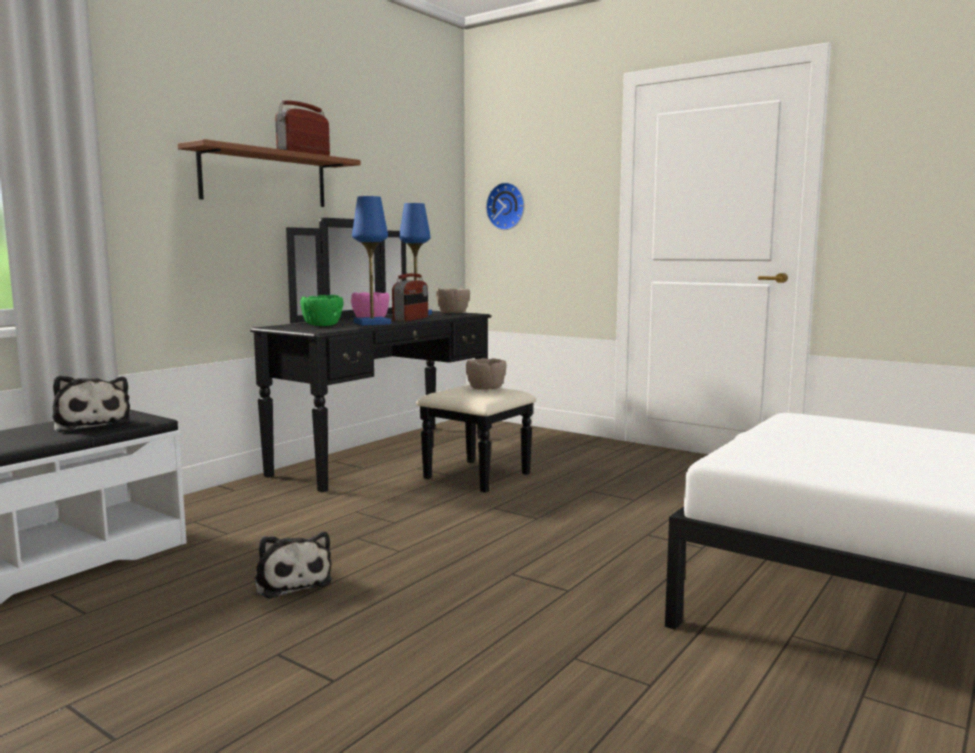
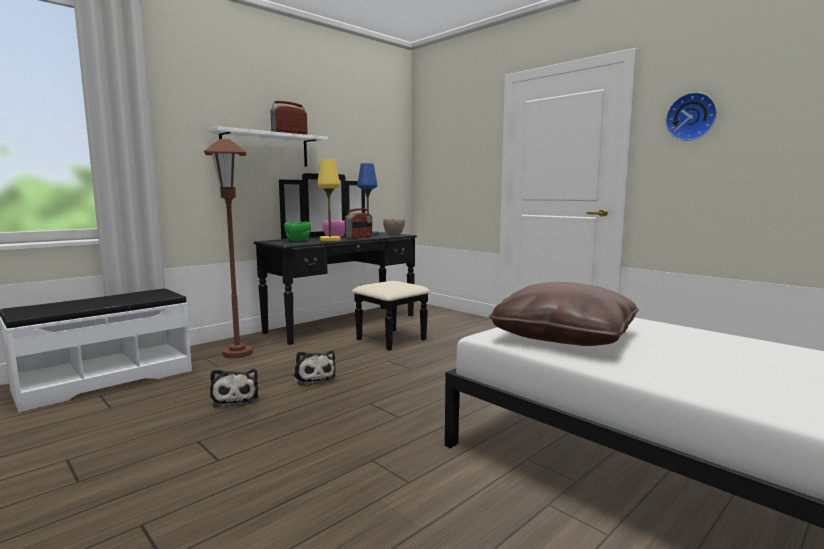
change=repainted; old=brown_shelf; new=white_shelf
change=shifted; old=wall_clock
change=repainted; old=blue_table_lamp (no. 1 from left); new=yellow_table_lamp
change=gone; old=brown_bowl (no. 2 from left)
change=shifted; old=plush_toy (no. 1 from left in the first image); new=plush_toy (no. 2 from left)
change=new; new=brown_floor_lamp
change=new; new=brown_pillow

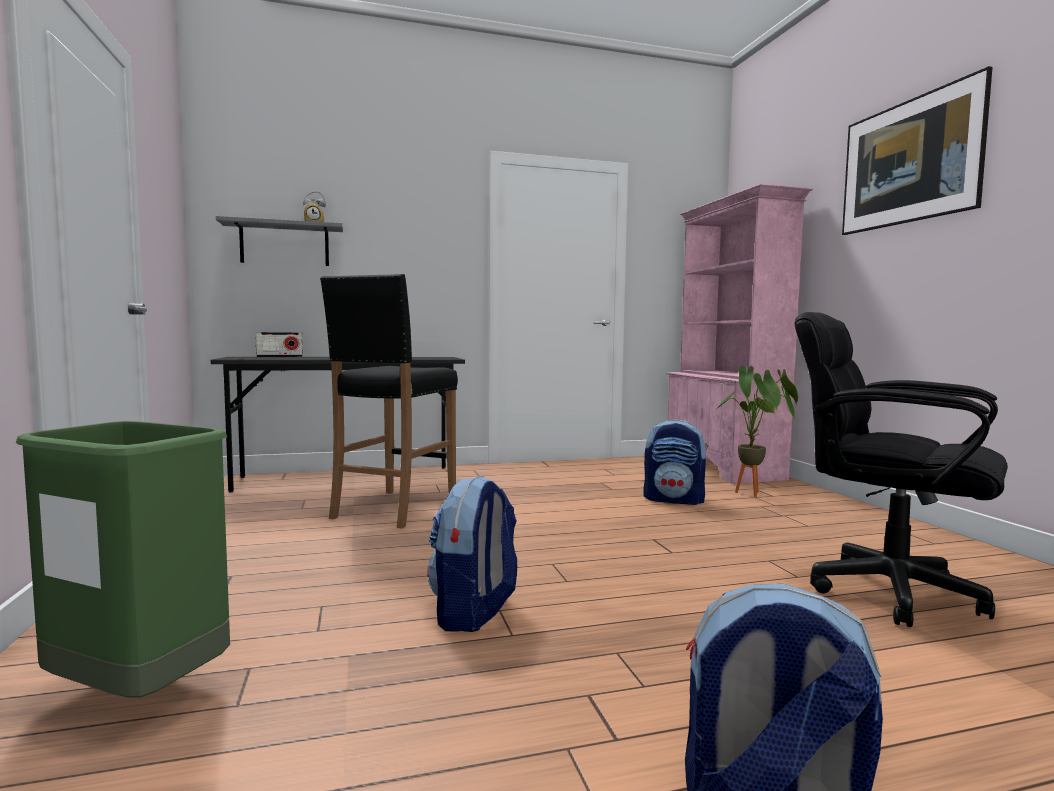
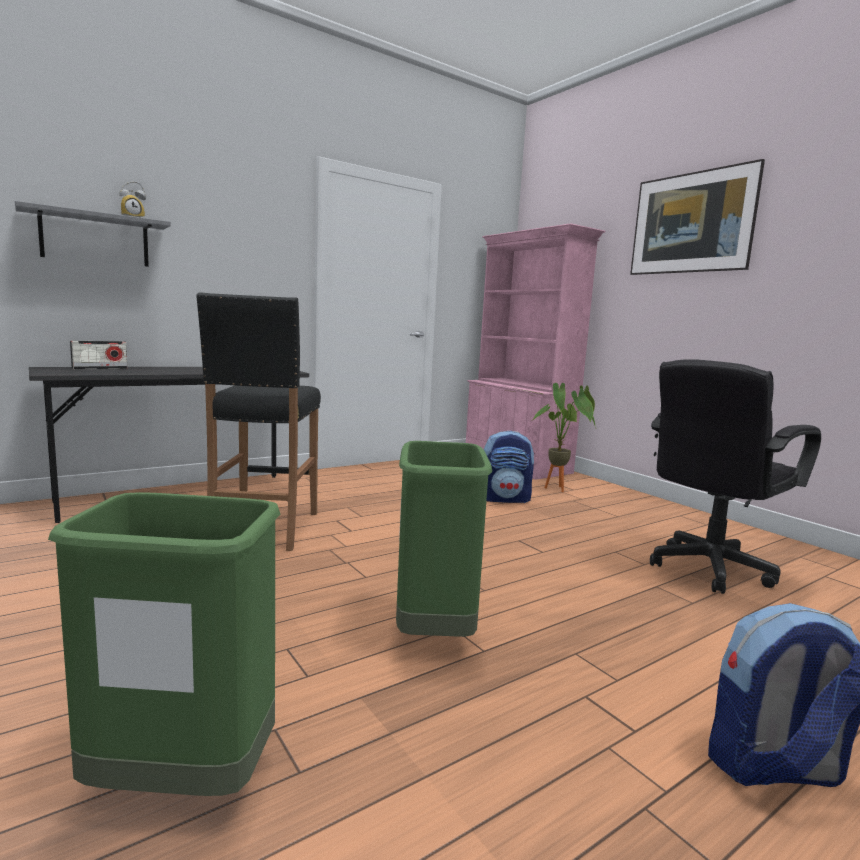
change=rotated; old=black_office_chair; degrees=-60
change=swapped; old=backpack (no. 1 from left); new=green_trash_can (no. 2 from left)

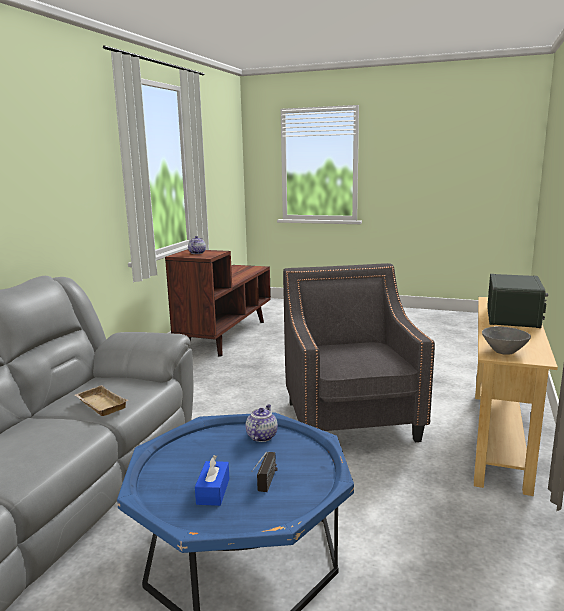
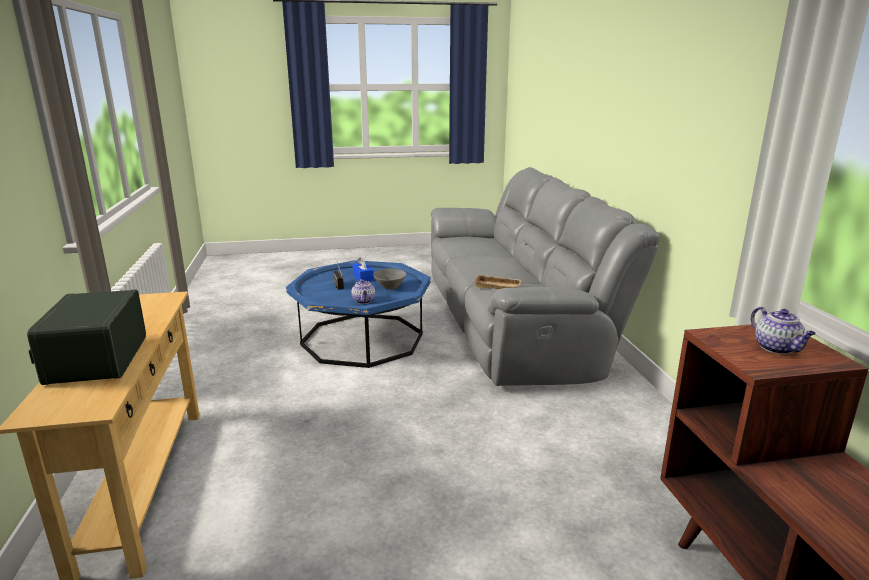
change=gone; old=grey_armchair
change=shifted; old=grey_bowl

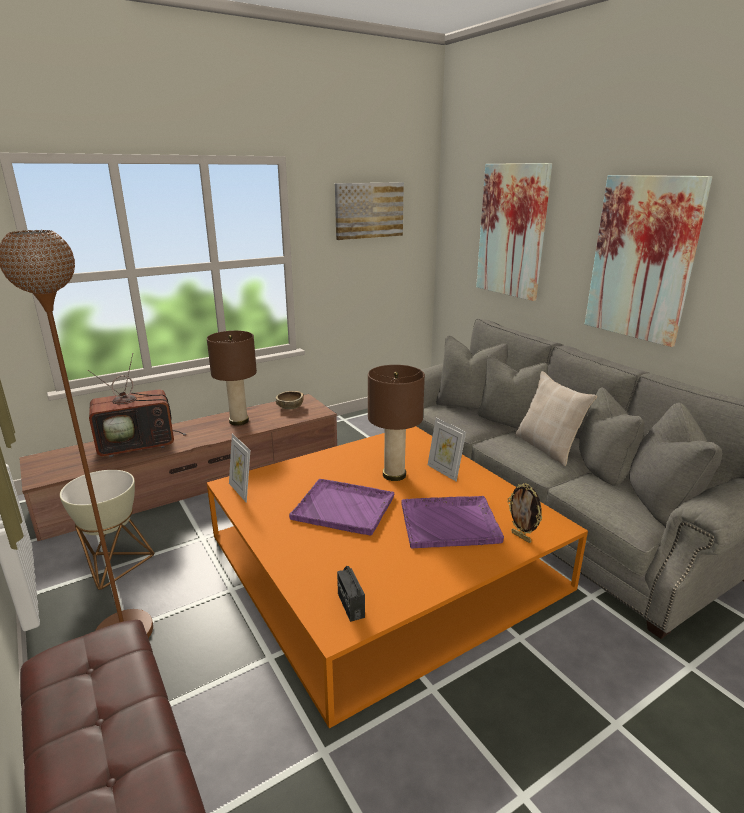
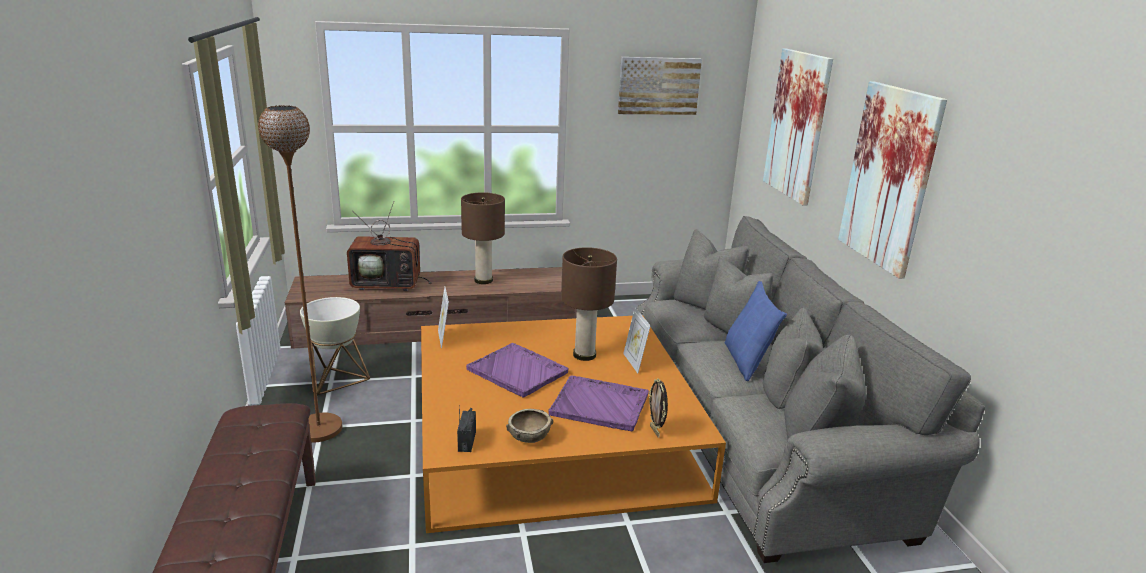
change=repainted; old=beige_pillow; new=blue_pillow
change=shifted; old=brown_bowl

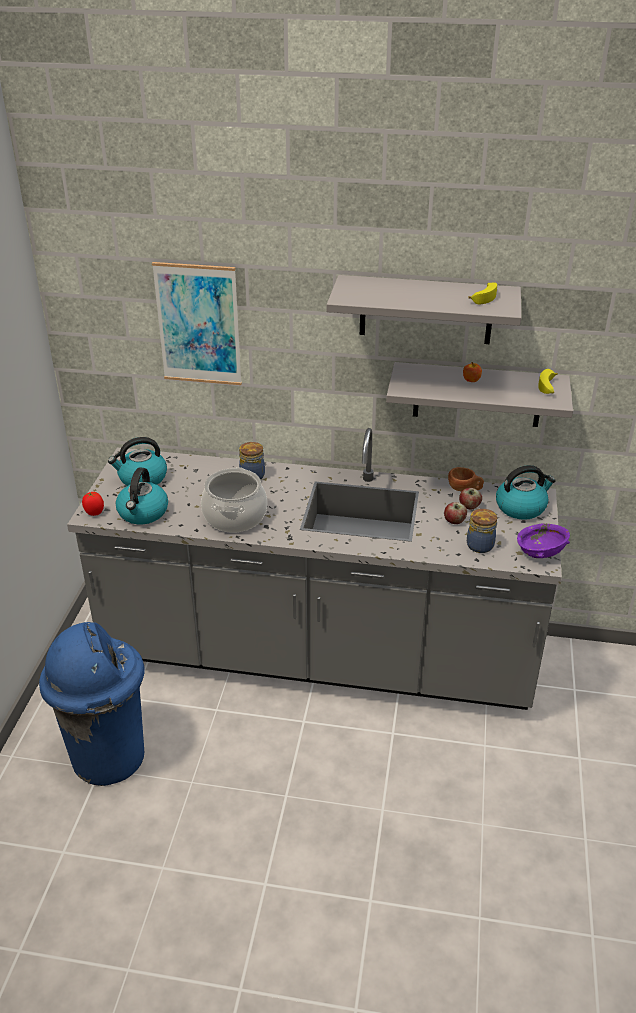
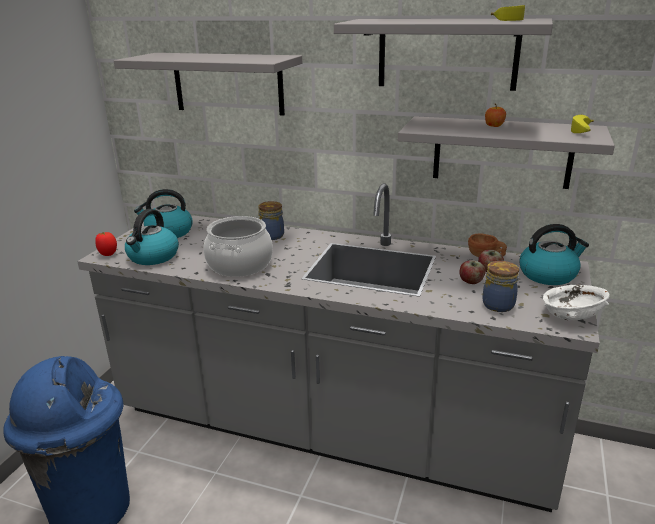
change=swapped; old=picture; new=grey_shelf (no. 1 from left)
change=repainted; old=purple_bowl; new=white_bowl

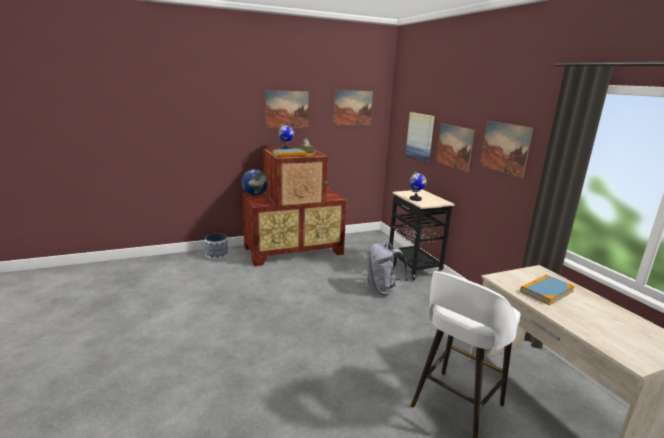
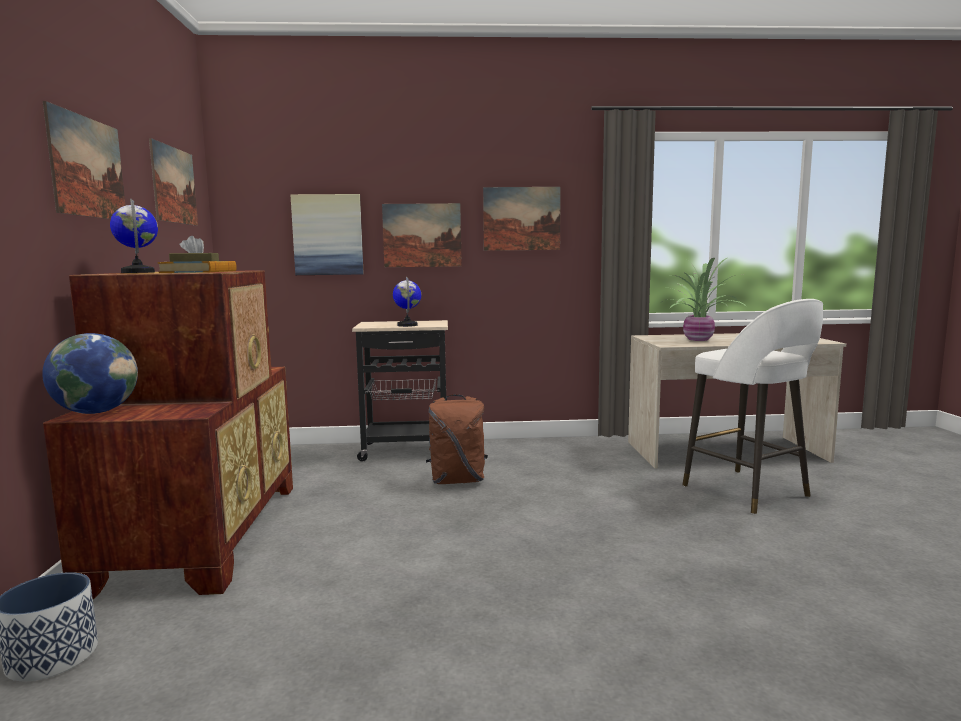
change=repainted; old=grey_backpack; new=brown_backpack
change=swapped; old=book (no. 2 from left); new=potted_plant

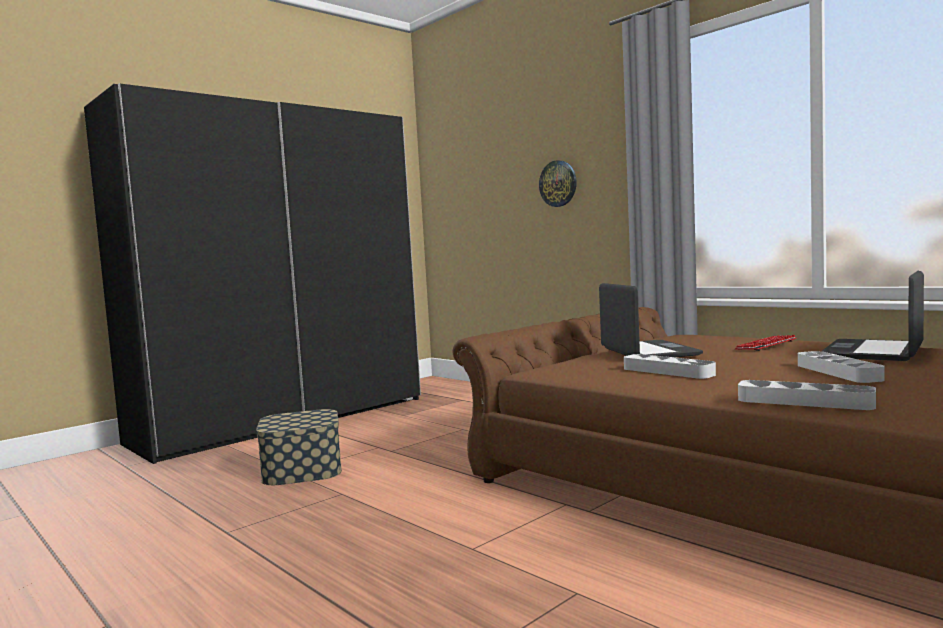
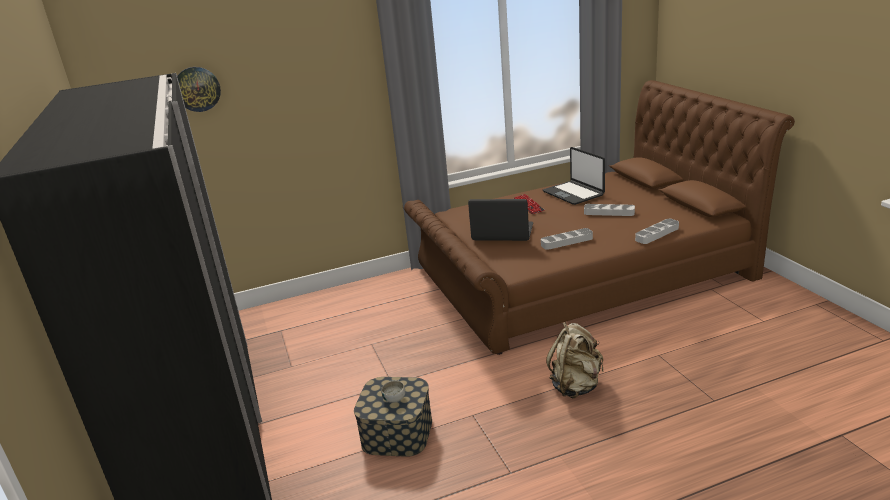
change=shifted; old=wall_clock
change=new; new=beige_backpack
change=new; new=bowl

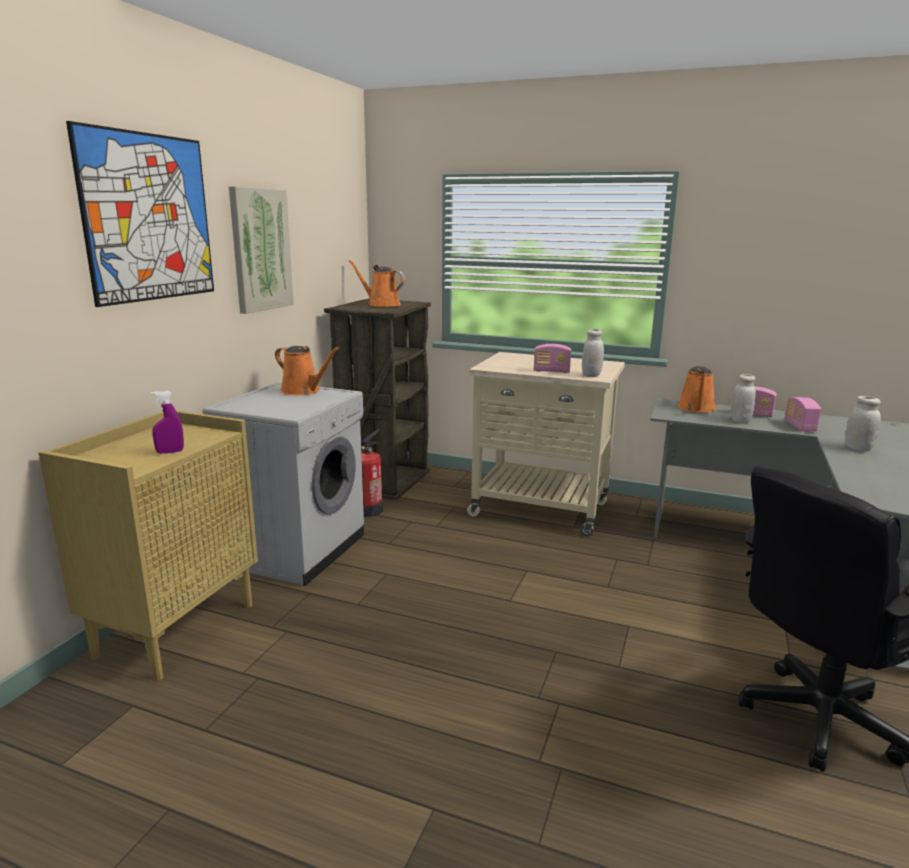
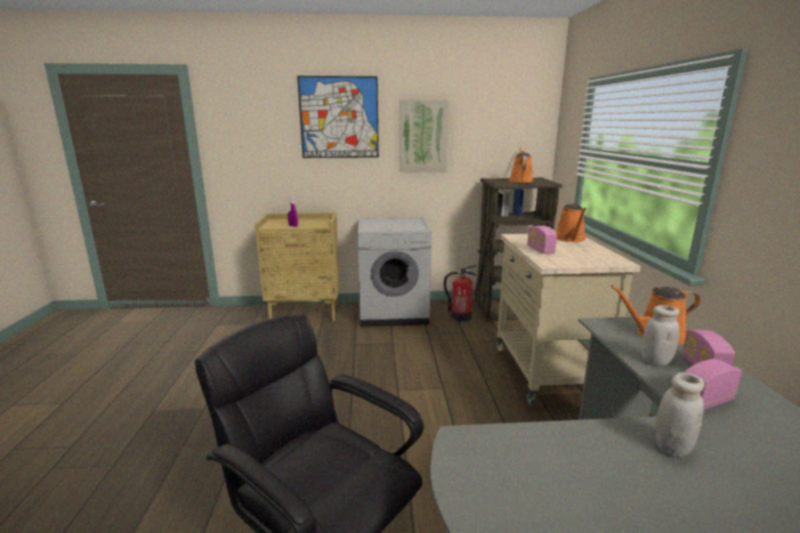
change=gone; old=white_jar (no. 1 from left)
change=shifted; old=orange_watering_can (no. 1 from left in the first image); new=orange_watering_can (no. 2 from left)

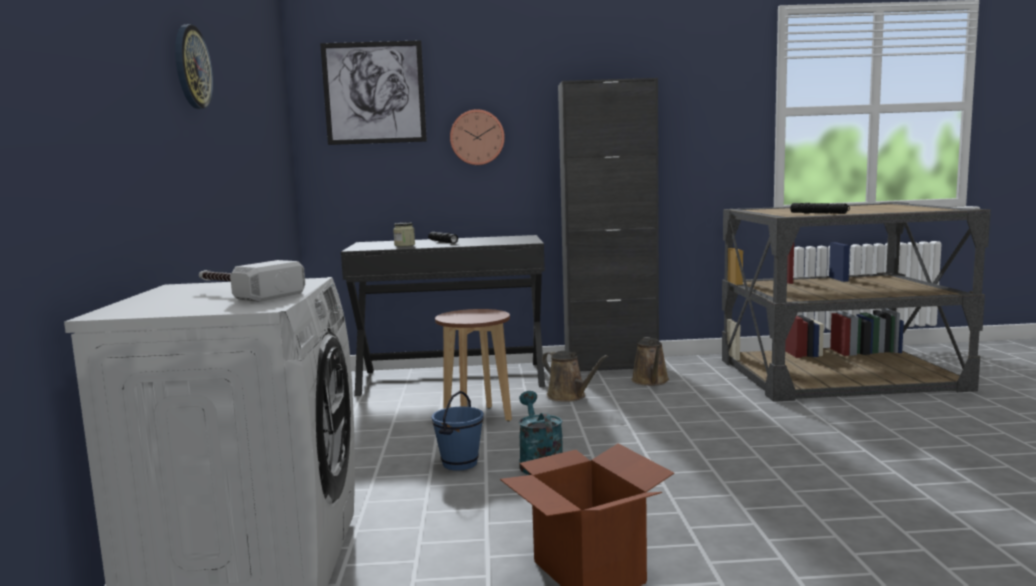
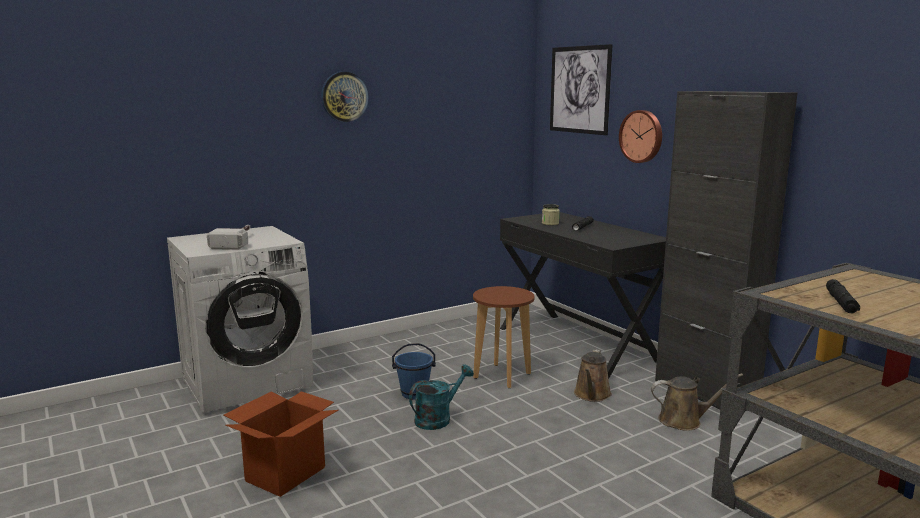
change=rotated; old=brown_watering_can (no. 2 from left); degrees=-150

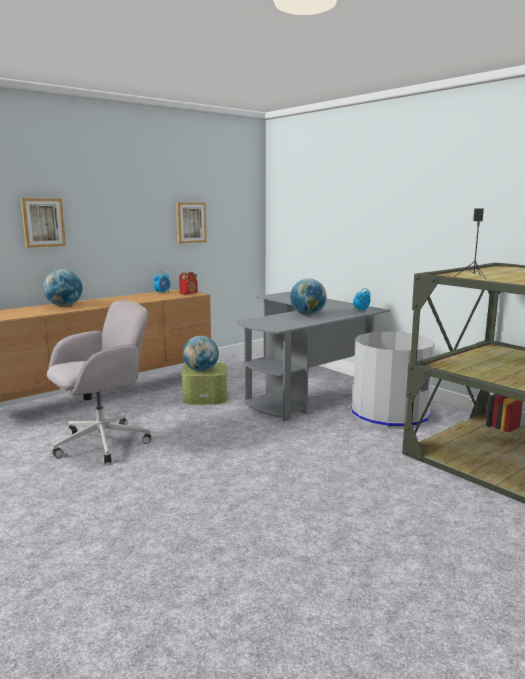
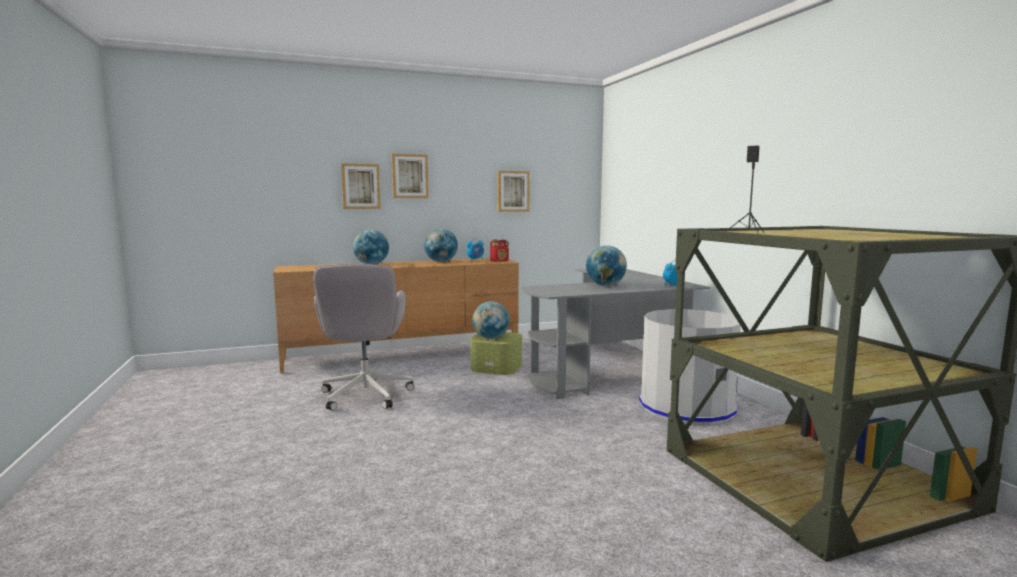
change=rotated; old=grey_office_chair; degrees=105
change=new; new=picture (no. 2 from left)
change=new; new=globe (no. 2 from left)

